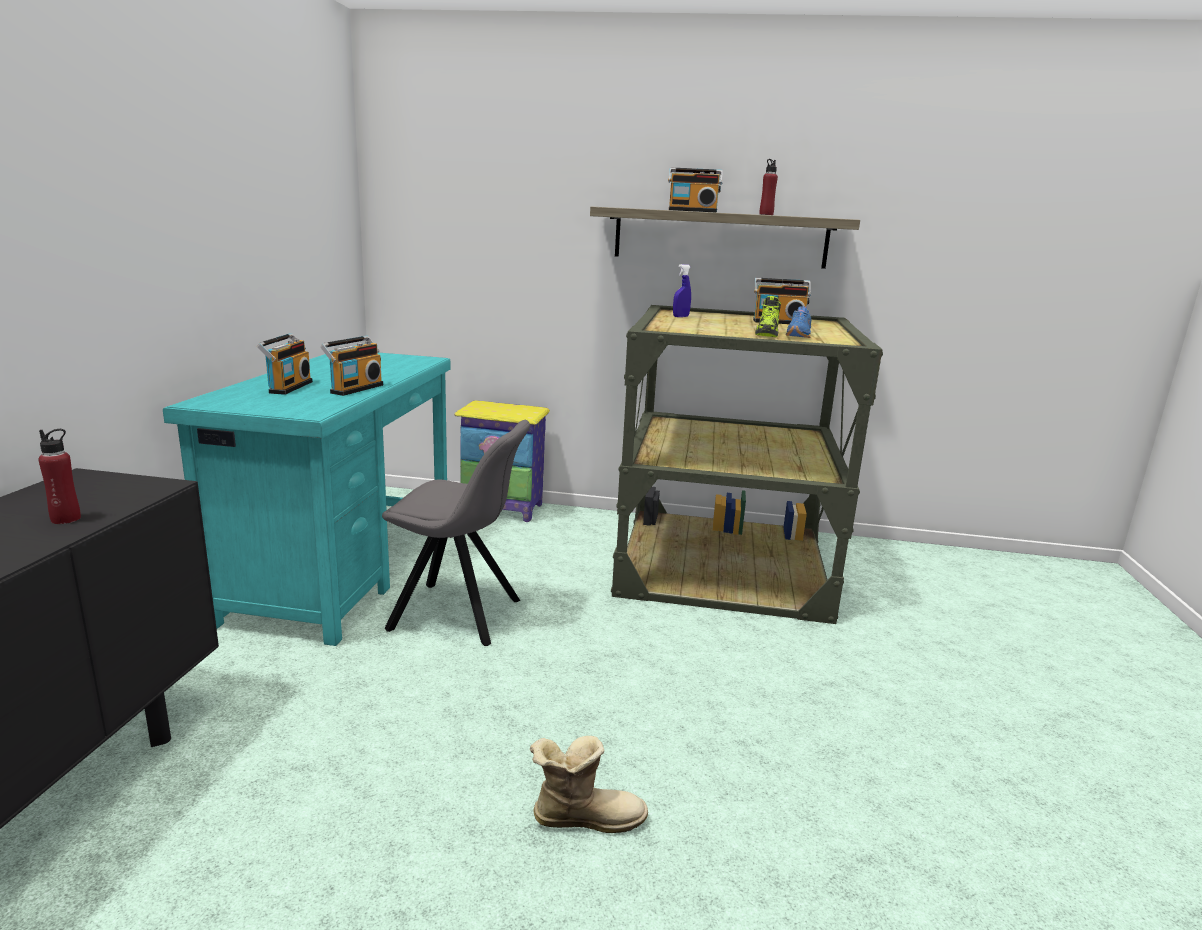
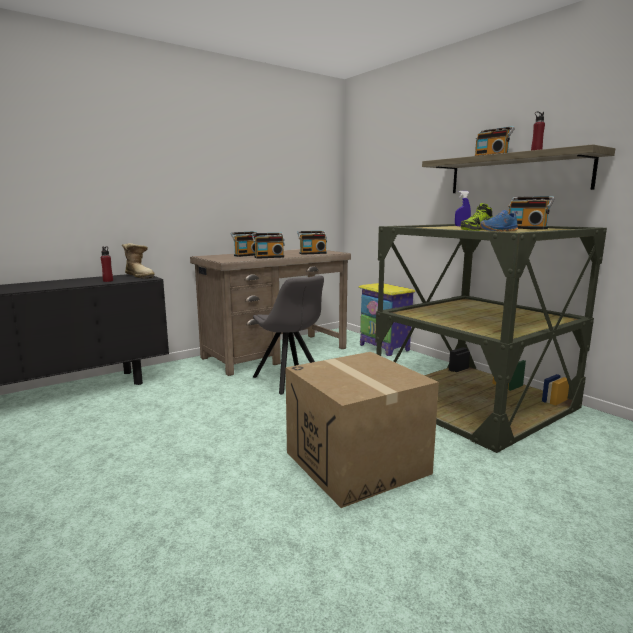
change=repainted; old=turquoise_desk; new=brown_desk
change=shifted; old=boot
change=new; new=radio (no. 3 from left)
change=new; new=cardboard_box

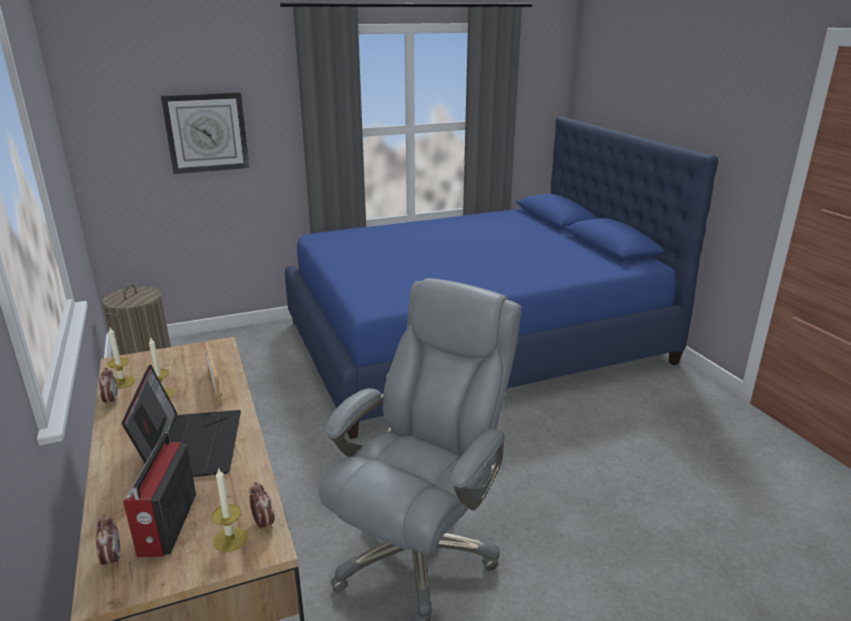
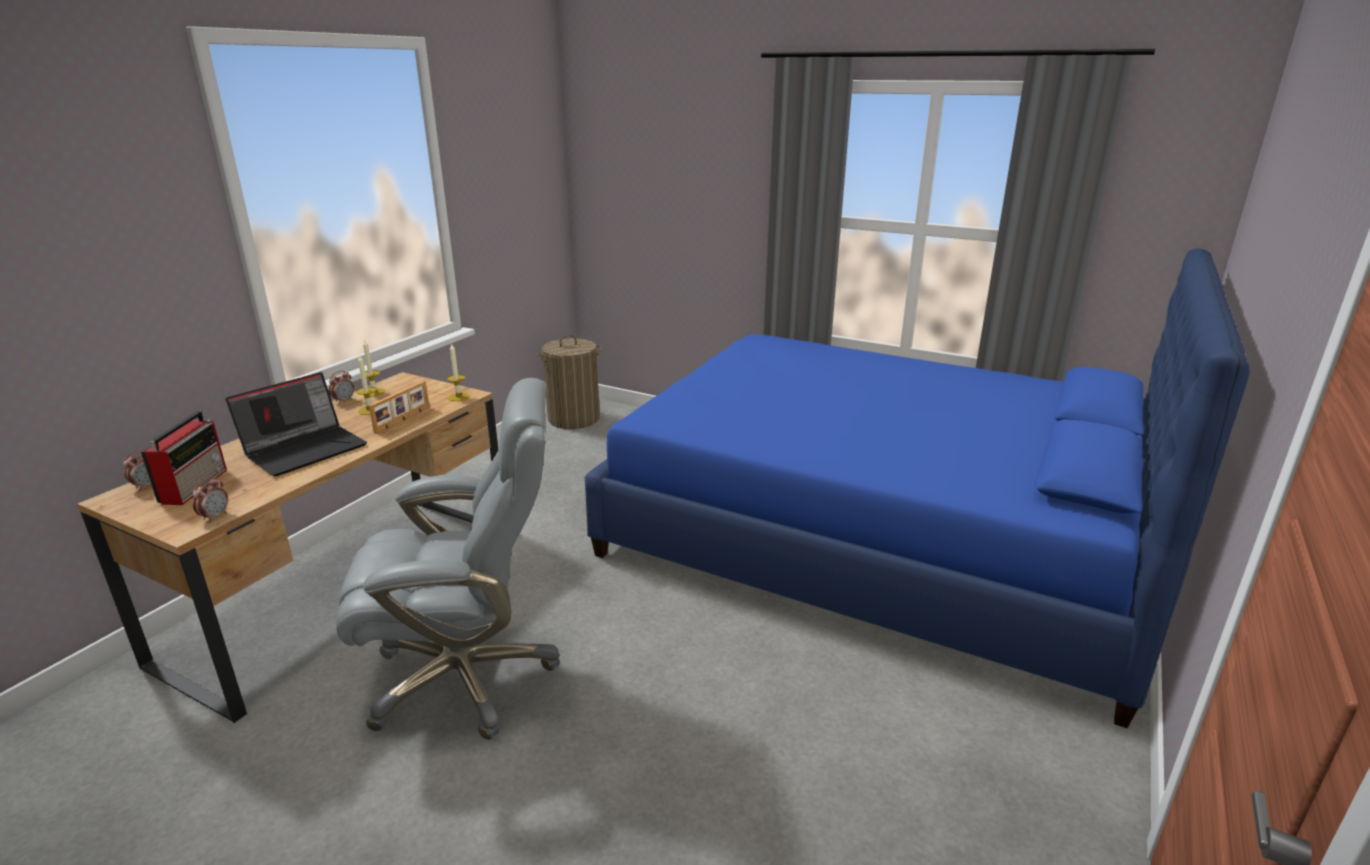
change=gone; old=wall_clock
change=rotated; old=radio; degrees=135
change=shifted; old=candle (no. 3 from left)

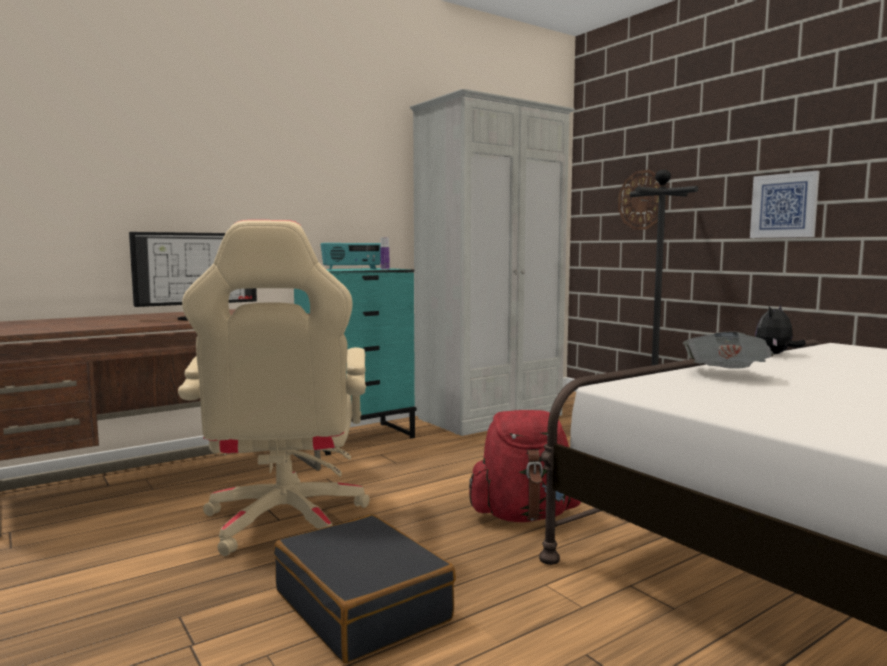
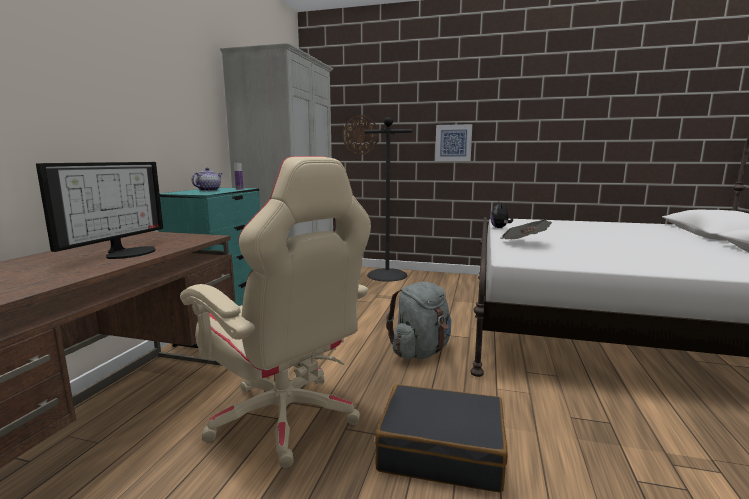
change=swapped; old=radio; new=teapot
change=repainted; old=red_backpack; new=grey_backpack

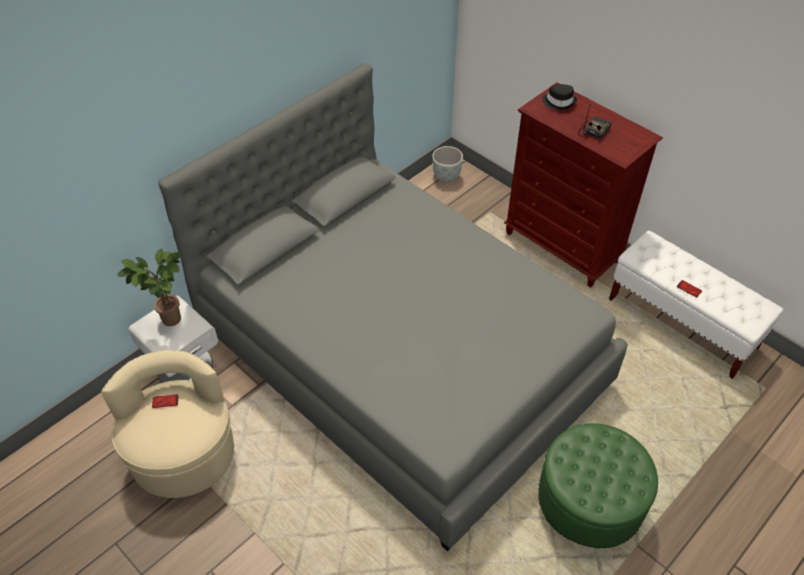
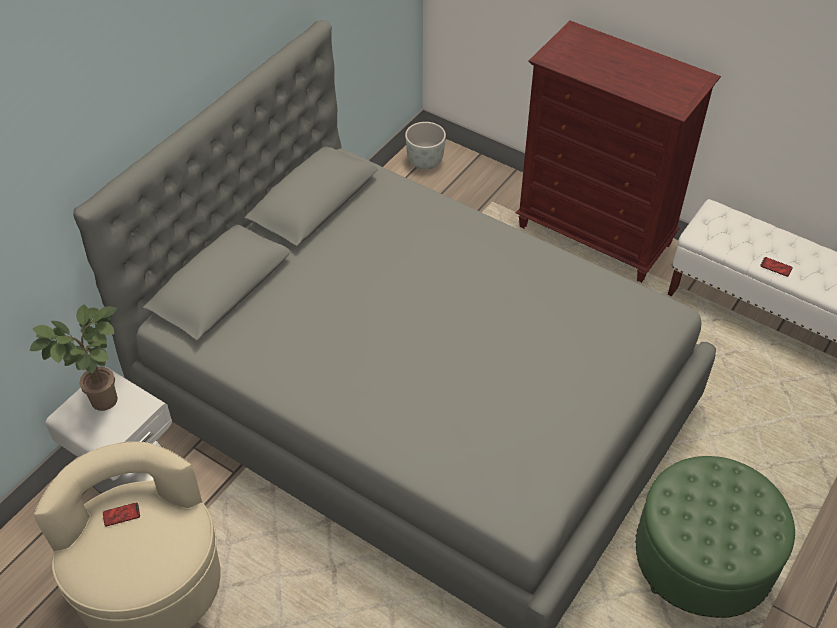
change=gone; old=black_hat
change=gone; old=radio

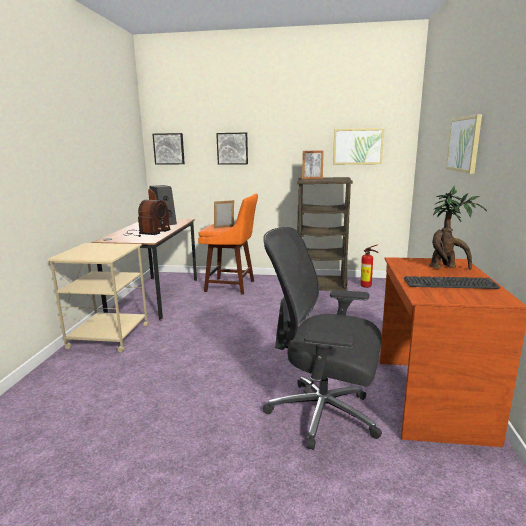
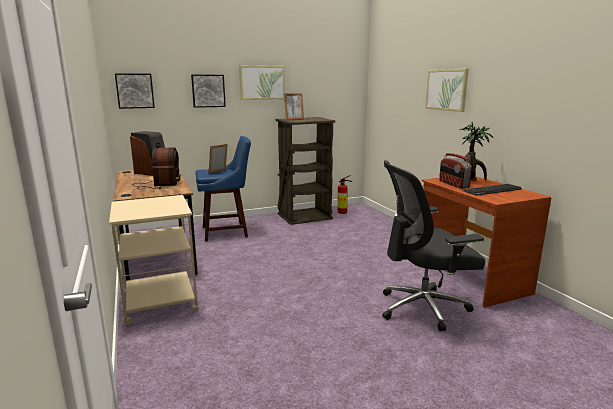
change=shifted; old=picture (no. 3 from left)
change=repainted; old=orange_stool; new=blue_stool
change=new; new=radio (no. 2 from left)

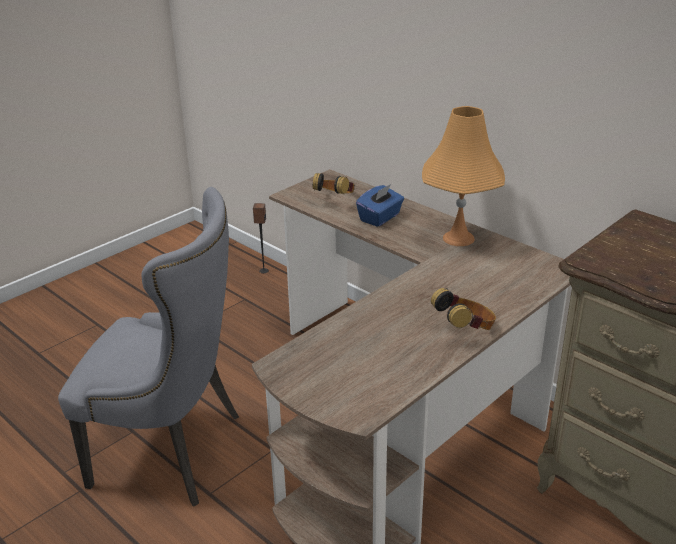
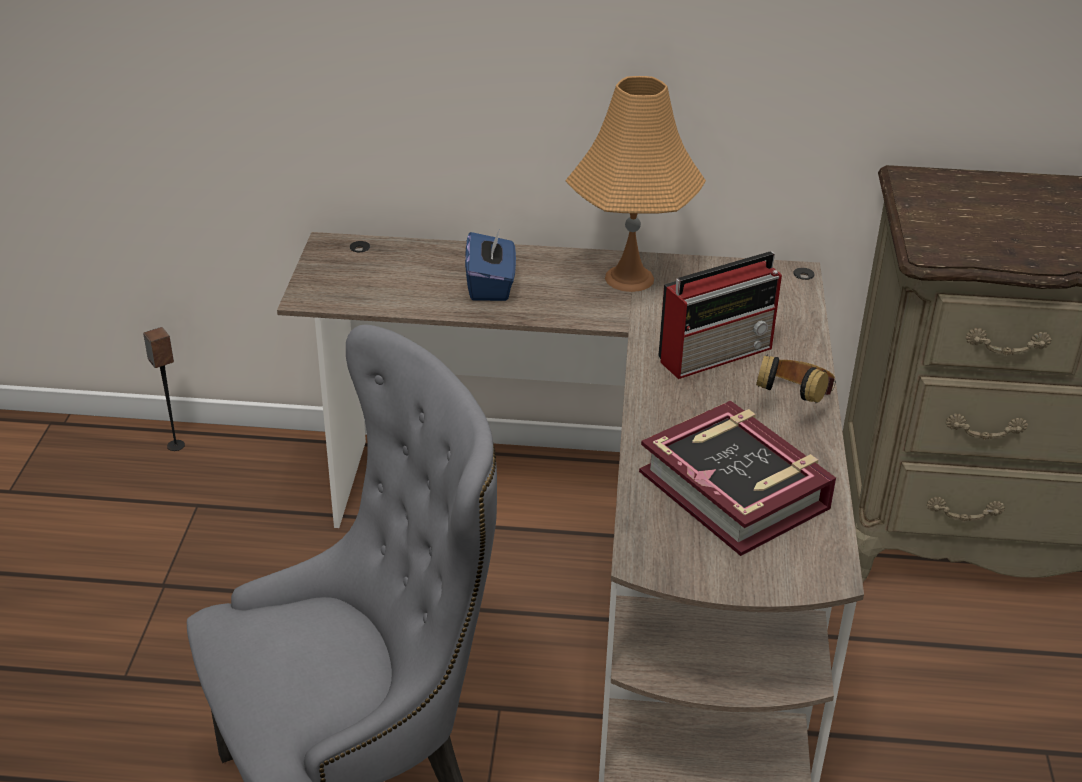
change=gone; old=headphones (no. 1 from left)
change=new; new=radio
change=new; new=book

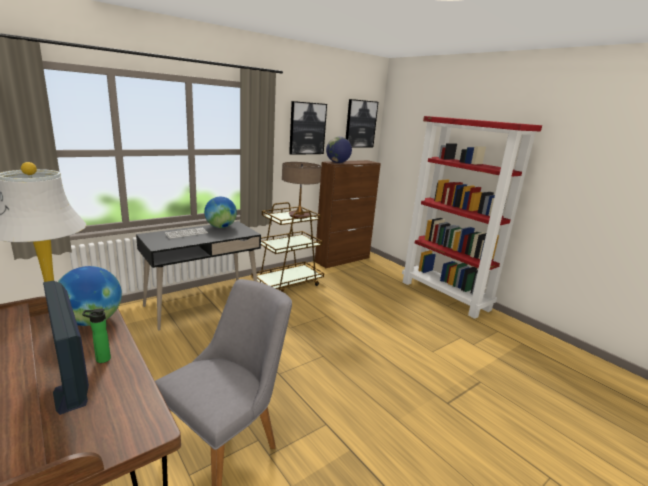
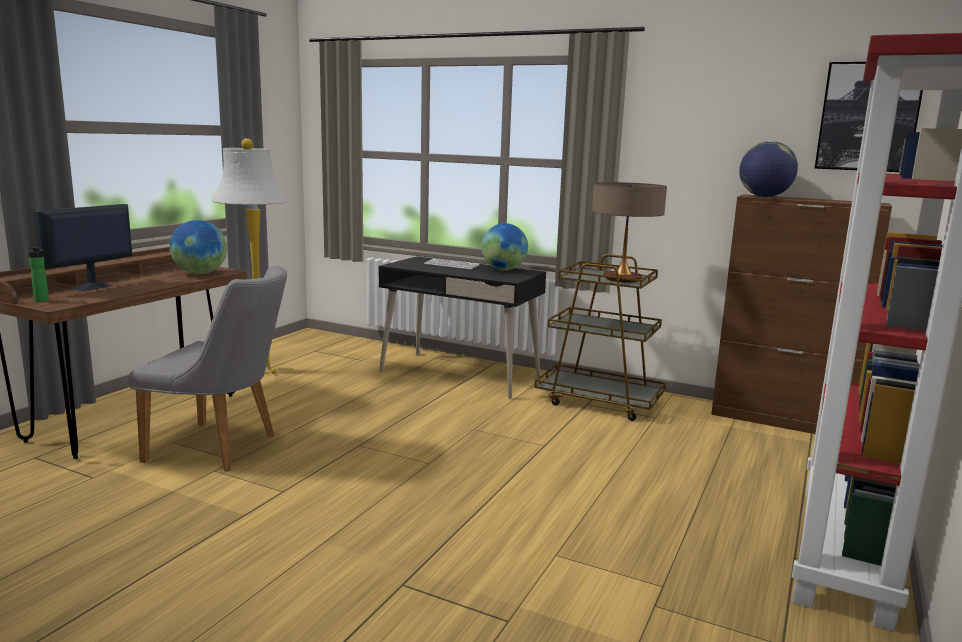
change=gone; old=picture (no. 1 from left)
change=shifted; old=bottle

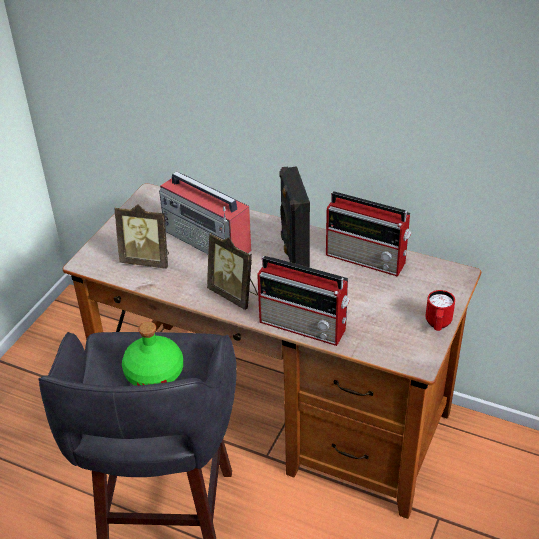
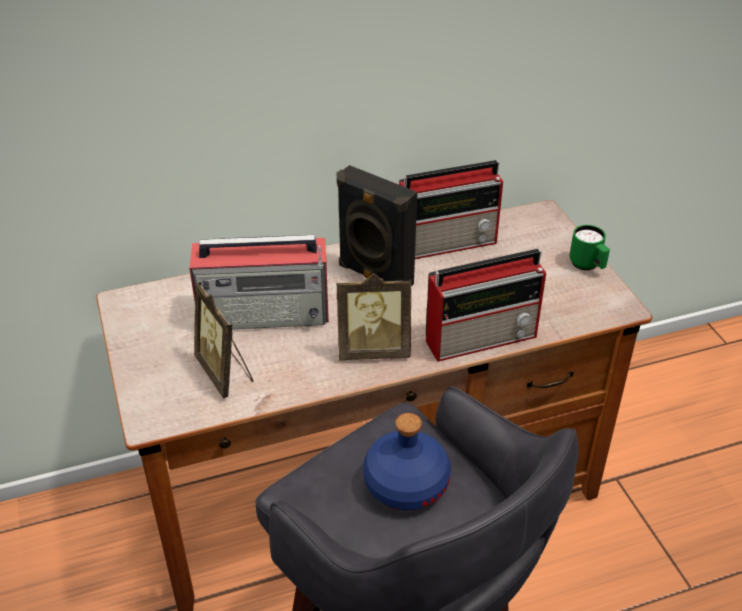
change=rotated; old=picture_frame (no. 1 from left); degrees=90
change=repainted; old=red_mug; new=green_mug
change=repainted; old=green_bottle; new=blue_bottle

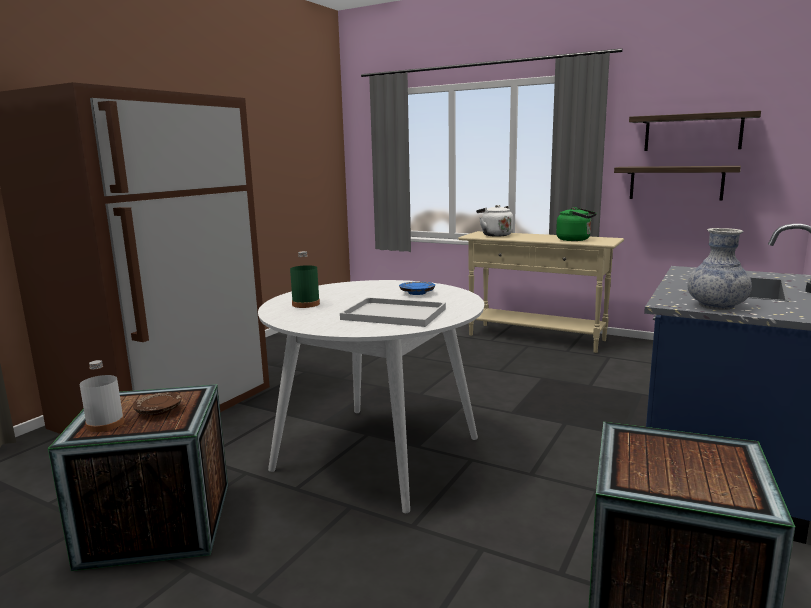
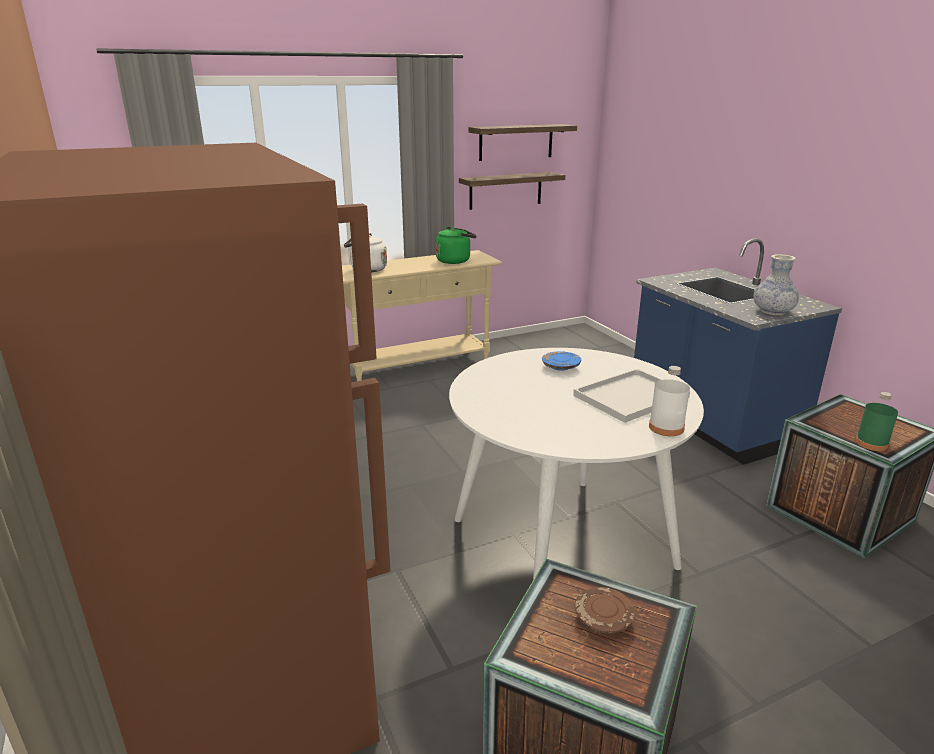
change=shifted; old=green_bottle
change=shifted; old=white_bottle

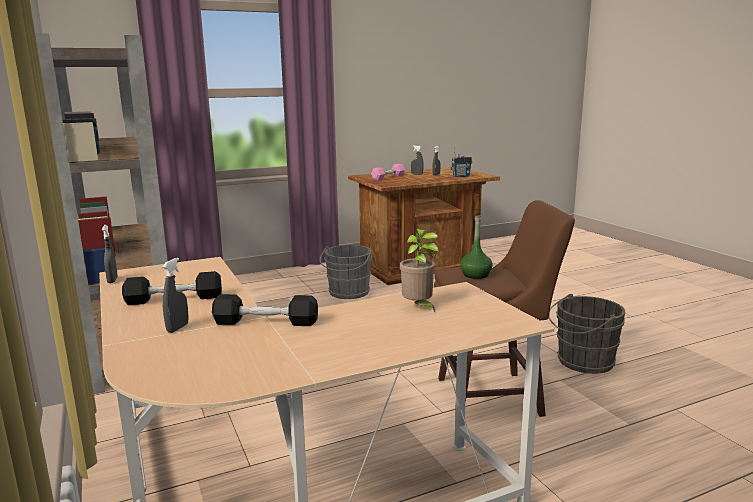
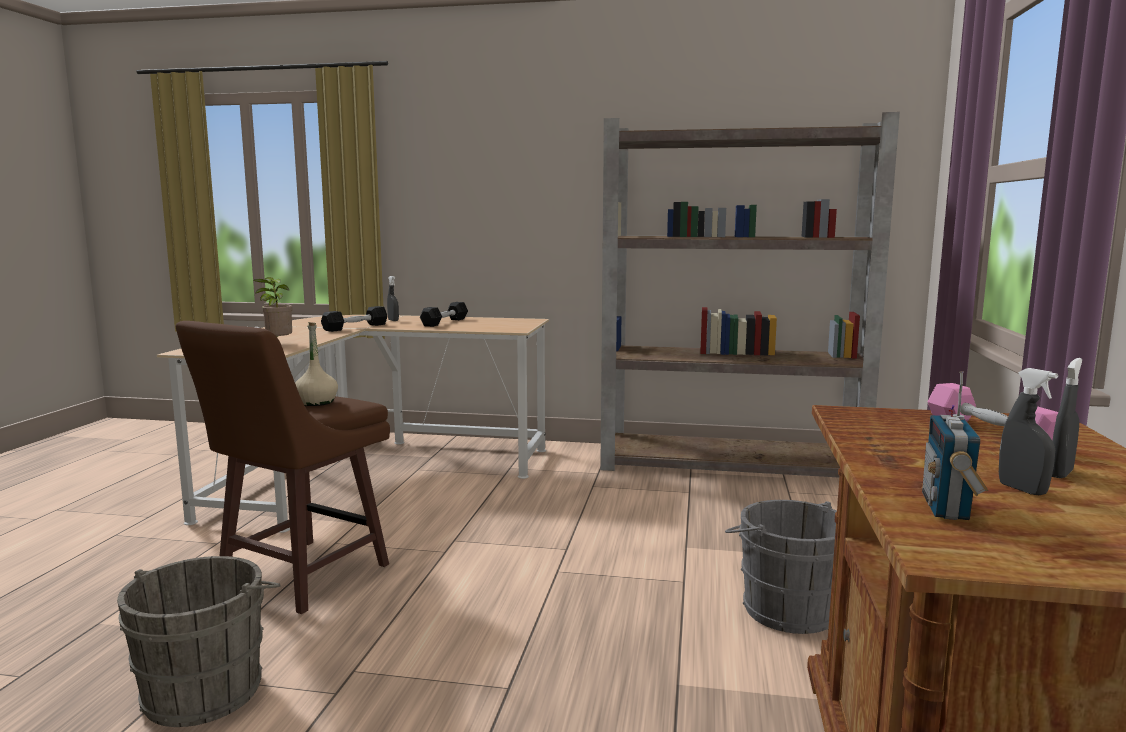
change=repainted; old=green_bottle; new=beige_bottle
change=gone; old=grey_spray_bottle (no. 1 from left)

